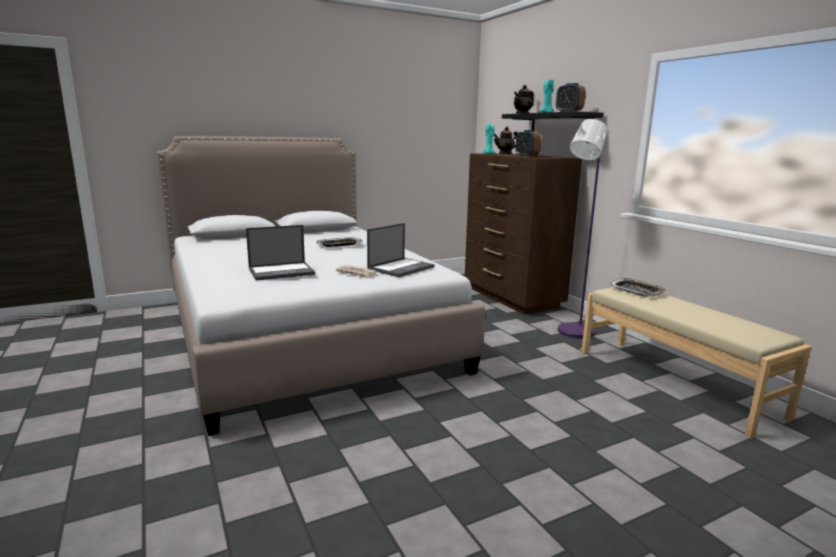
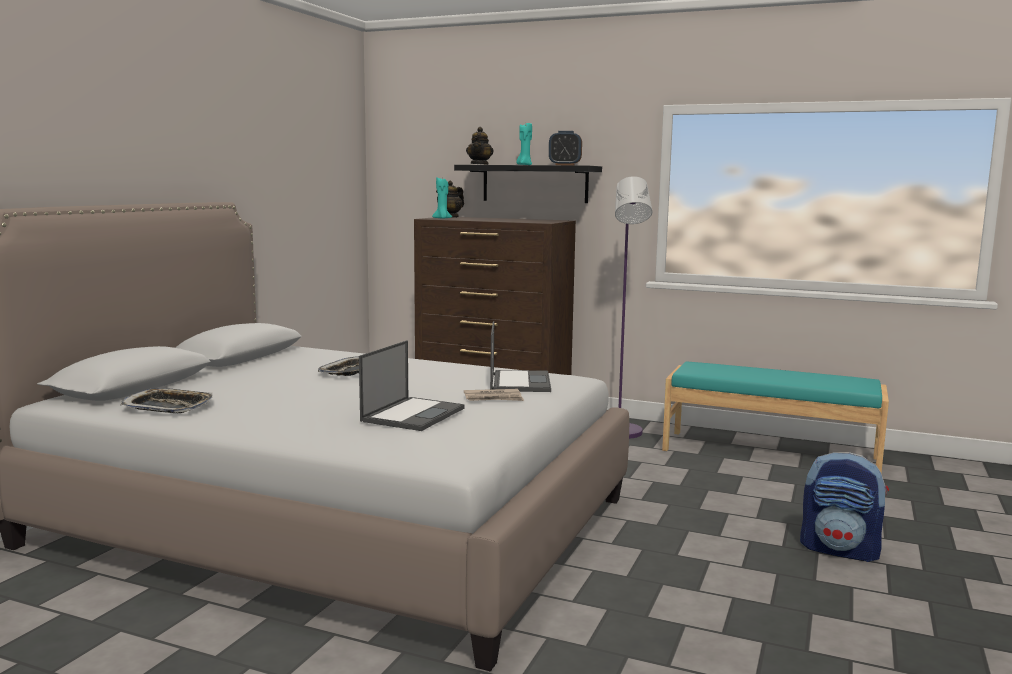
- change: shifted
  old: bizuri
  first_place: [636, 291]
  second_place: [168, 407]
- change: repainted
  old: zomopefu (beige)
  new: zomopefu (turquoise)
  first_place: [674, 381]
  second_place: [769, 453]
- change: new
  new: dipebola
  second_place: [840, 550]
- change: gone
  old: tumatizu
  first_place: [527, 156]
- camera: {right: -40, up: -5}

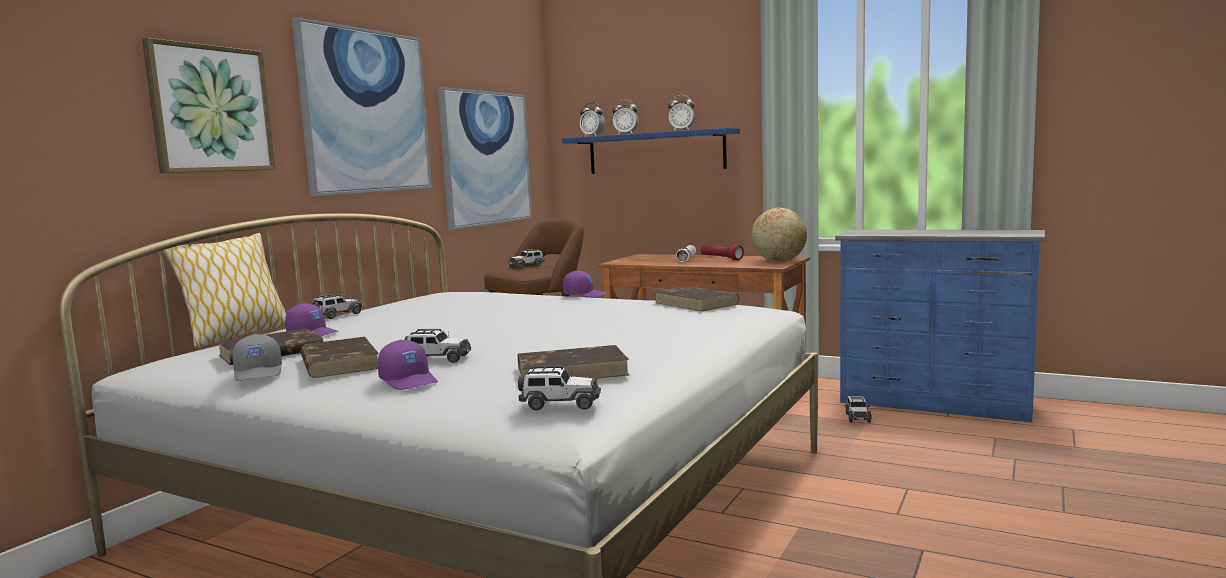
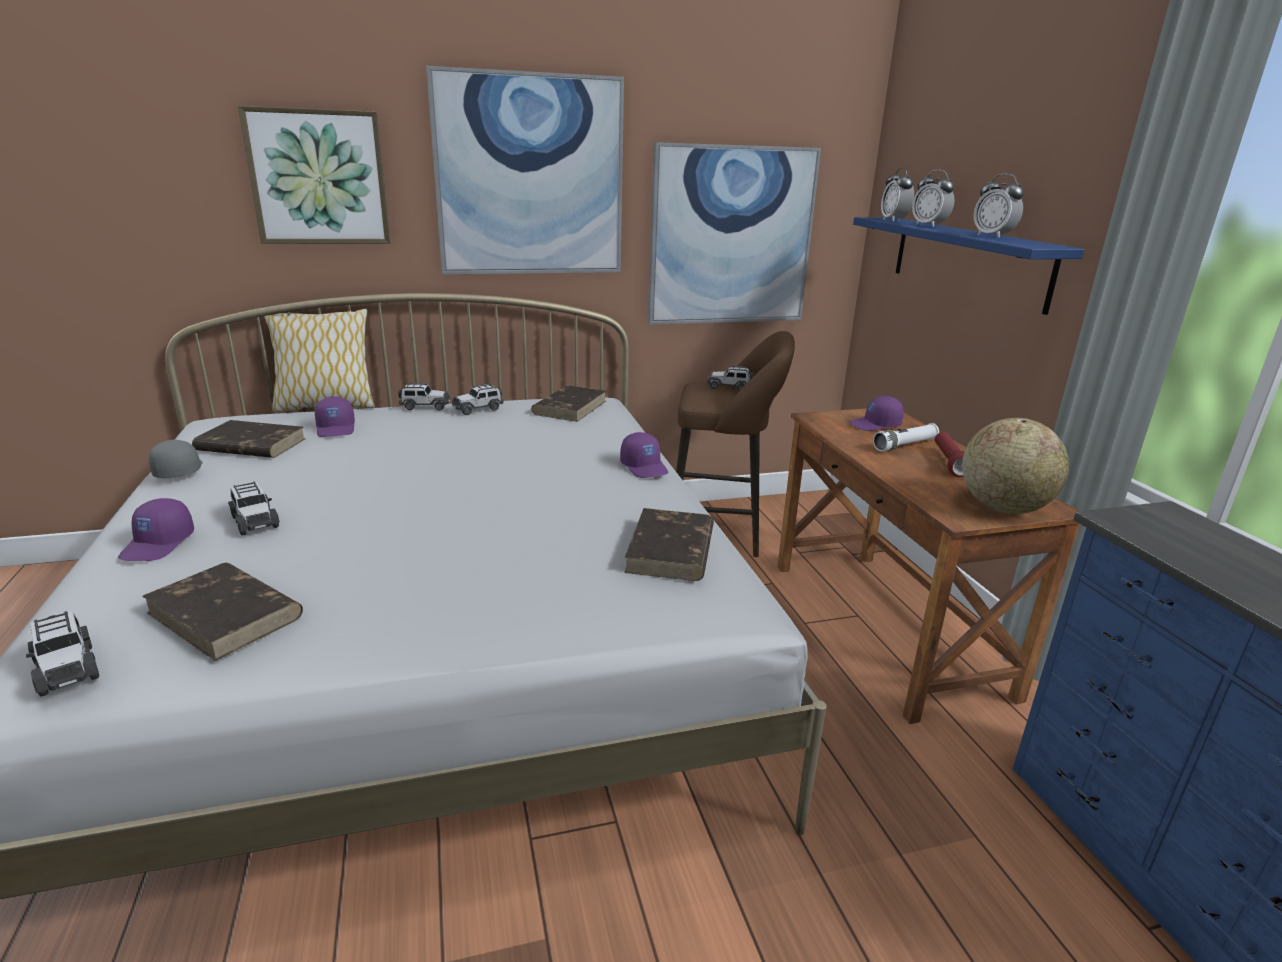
- change: rotated
  old: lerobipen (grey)
  first_place: [259, 372]
  second_place: [178, 470]
  degrees: 135
- change: shifted
  old: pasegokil
  first_place: [857, 417]
  second_place: [478, 409]
- change: shifted
  old: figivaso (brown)
  first_place: [339, 363]
  second_place: [570, 407]
- change: new
  new: lerobipen (purple)
  second_place: [875, 425]
- camera: {right: 45, up: 15}

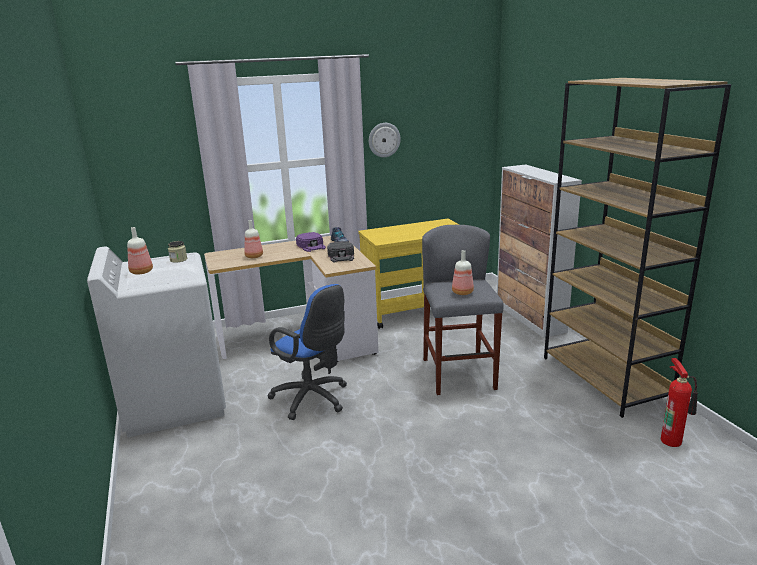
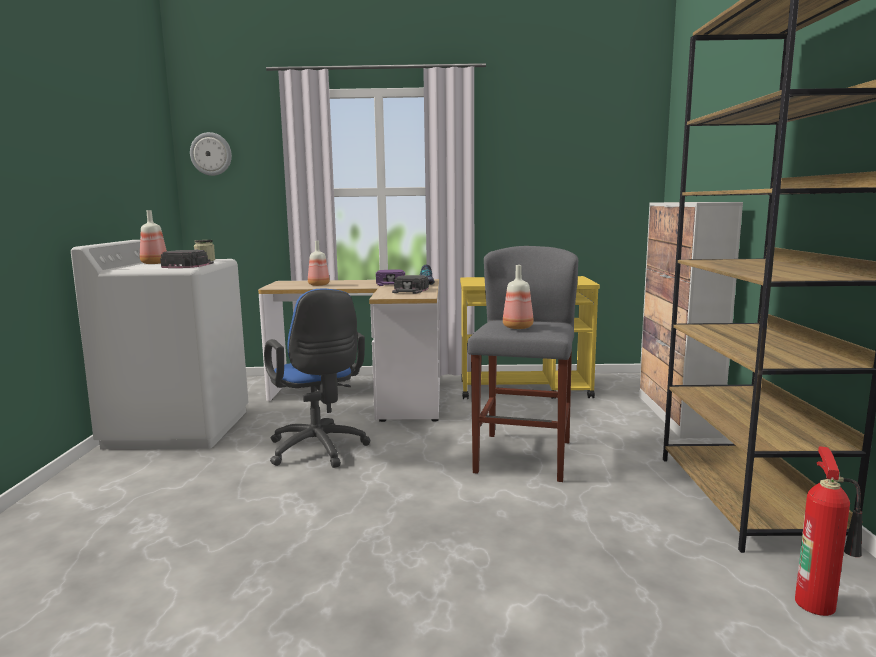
- change: new
  new: lerobipen (black)
  second_place: [188, 265]
- change: shifted
  old: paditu
  first_place: [384, 140]
  second_place: [211, 154]
- camera: {right: 20, up: -10}

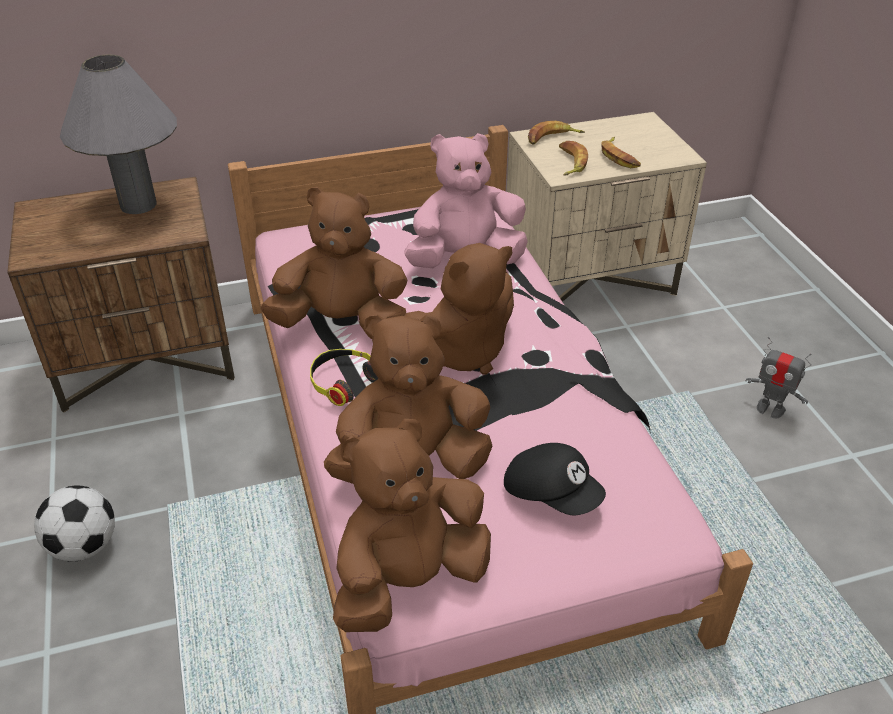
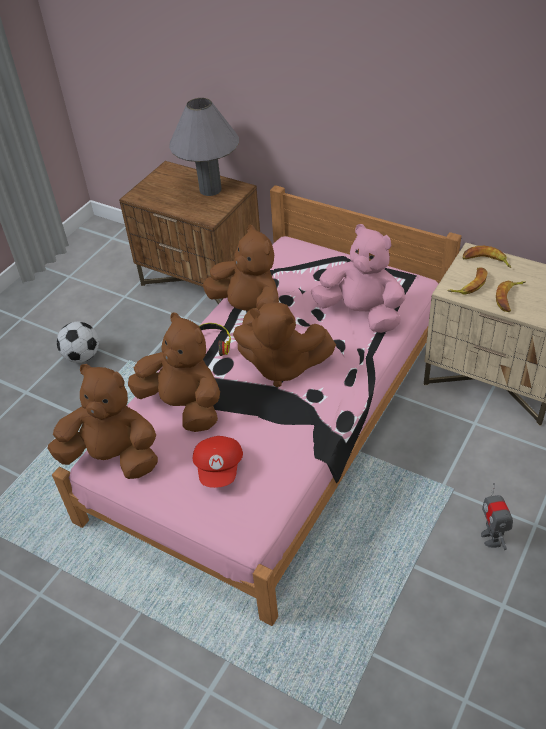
- change: repainted
  old: lerobipen (black)
  new: lerobipen (red)
  first_place: [552, 493]
  second_place: [220, 468]
- camera: {right: 50, up: 5}

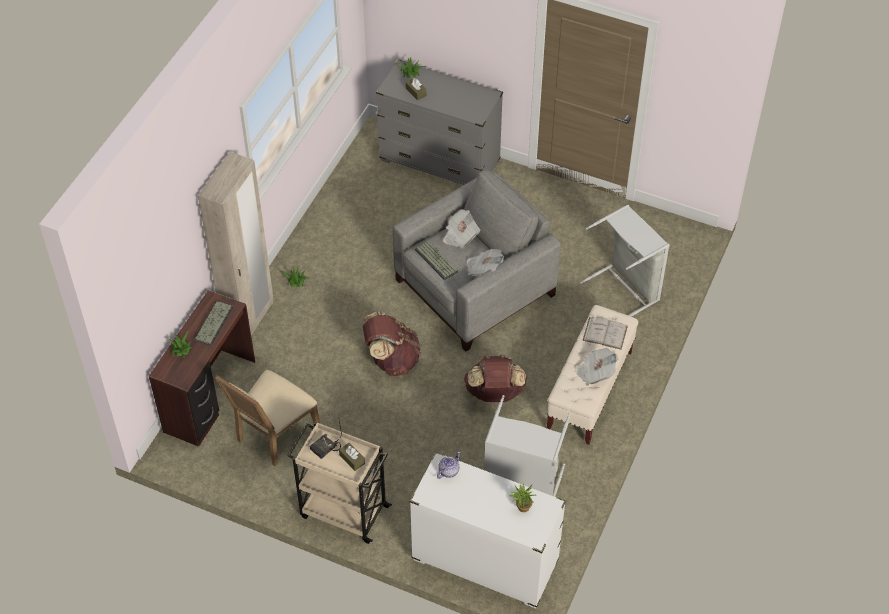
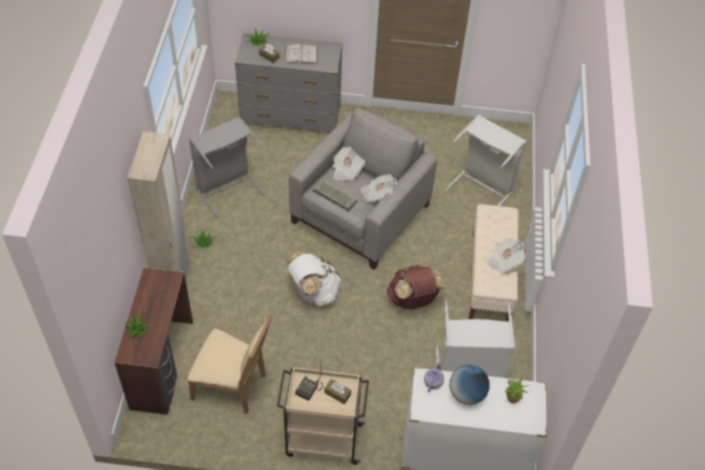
- change: rotated
  old: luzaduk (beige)
  first_place: [273, 435]
  second_place: [233, 386]
  degrees: -90
- change: new
  new: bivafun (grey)
  second_place: [227, 188]
- change: shifted
  old: figivaso (white)
  first_place: [605, 333]
  second_place: [301, 55]
- change: repainted
  old: dipebola (brown)
  new: dipebola (white)
  first_place: [391, 360]
  second_place: [313, 292]
- change: new
  new: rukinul
  second_place: [466, 394]
- change: gone
  old: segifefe
  first_place: [213, 323]
- camera: {right: -20, up: 0}

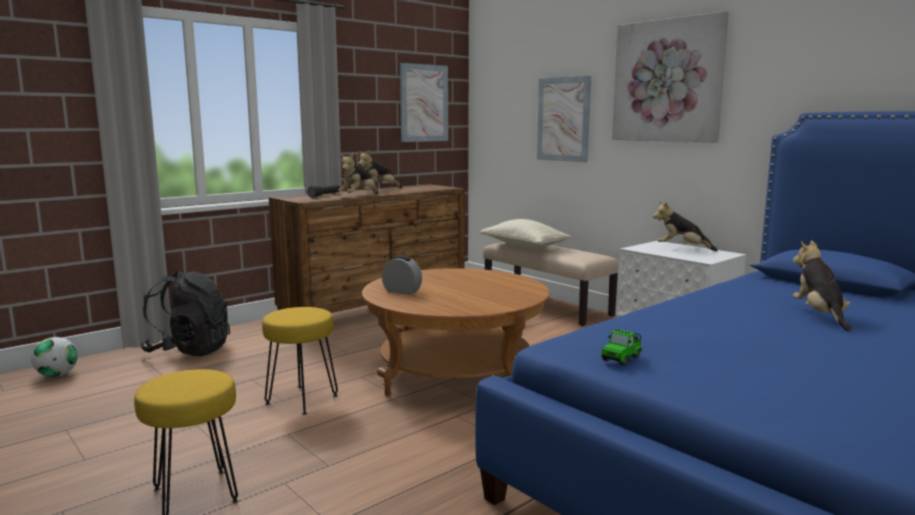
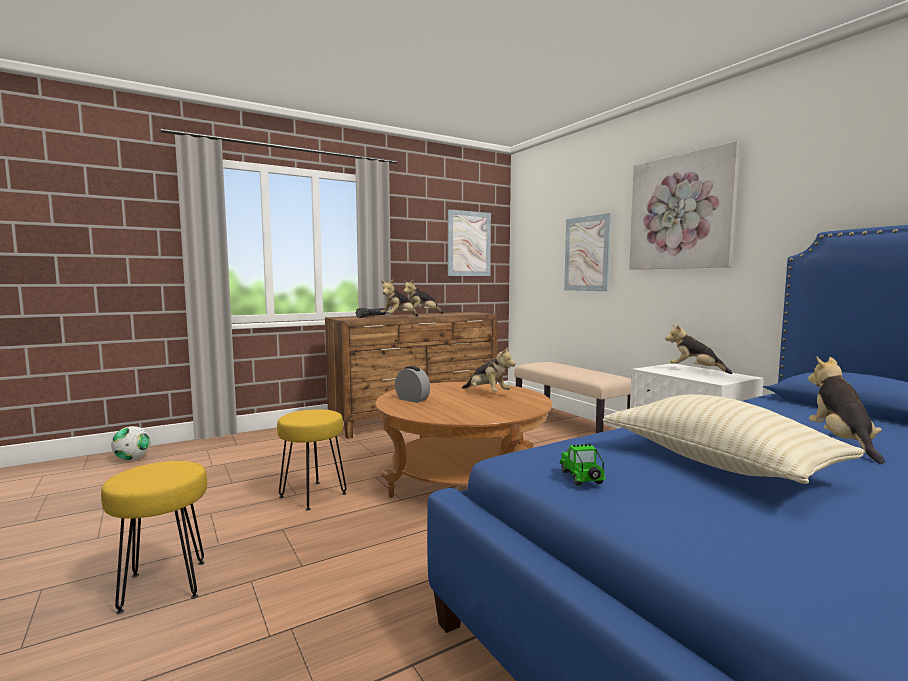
- change: new
  new: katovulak
  second_place: [487, 393]
- change: rotated
  old: pasegokil
  first_place: [622, 358]
  second_place: [582, 478]
  degrees: 120
- change: shifted
  old: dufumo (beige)
  first_place: [524, 247]
  second_place: [717, 463]
- change: gone
  old: dipebola (black)
  first_place: [189, 351]
- camera: {right: 10, up: -5}

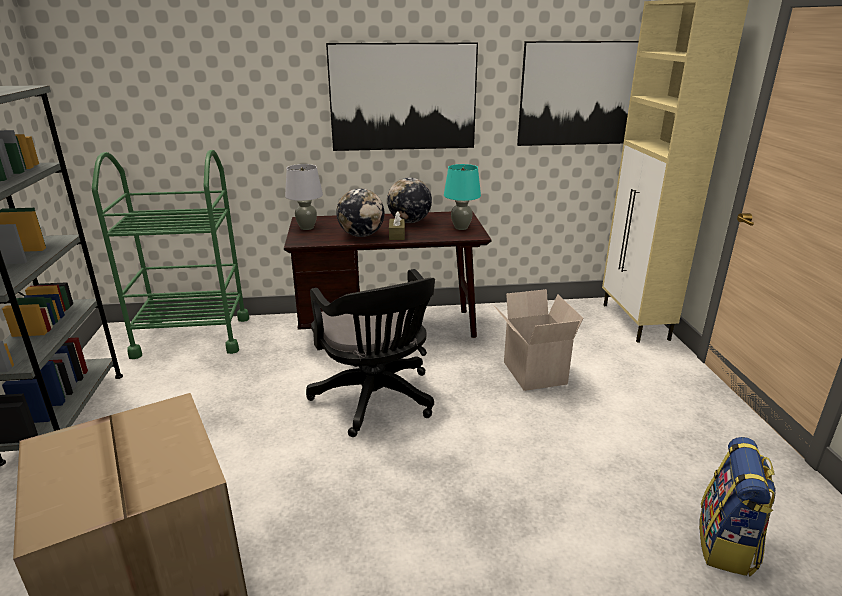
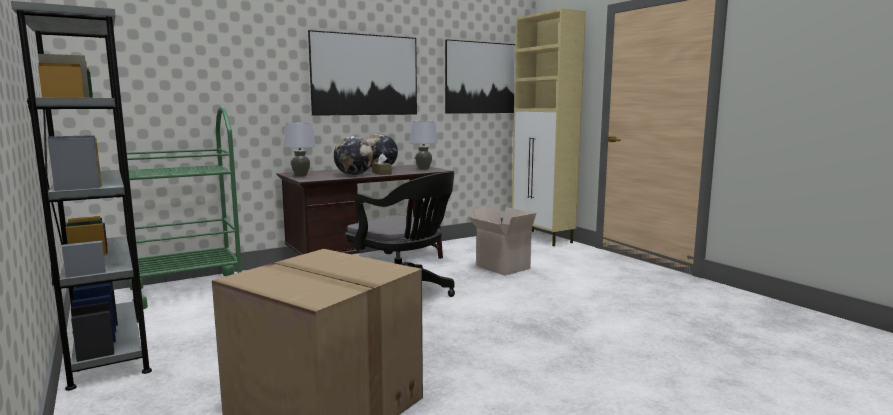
- change: repainted
  old: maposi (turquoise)
  new: maposi (grey)
  first_place: [461, 228]
  second_place: [423, 169]
- change: gone
  old: dipebola
  first_place: [727, 544]
- camera: {right: -25, up: -15}

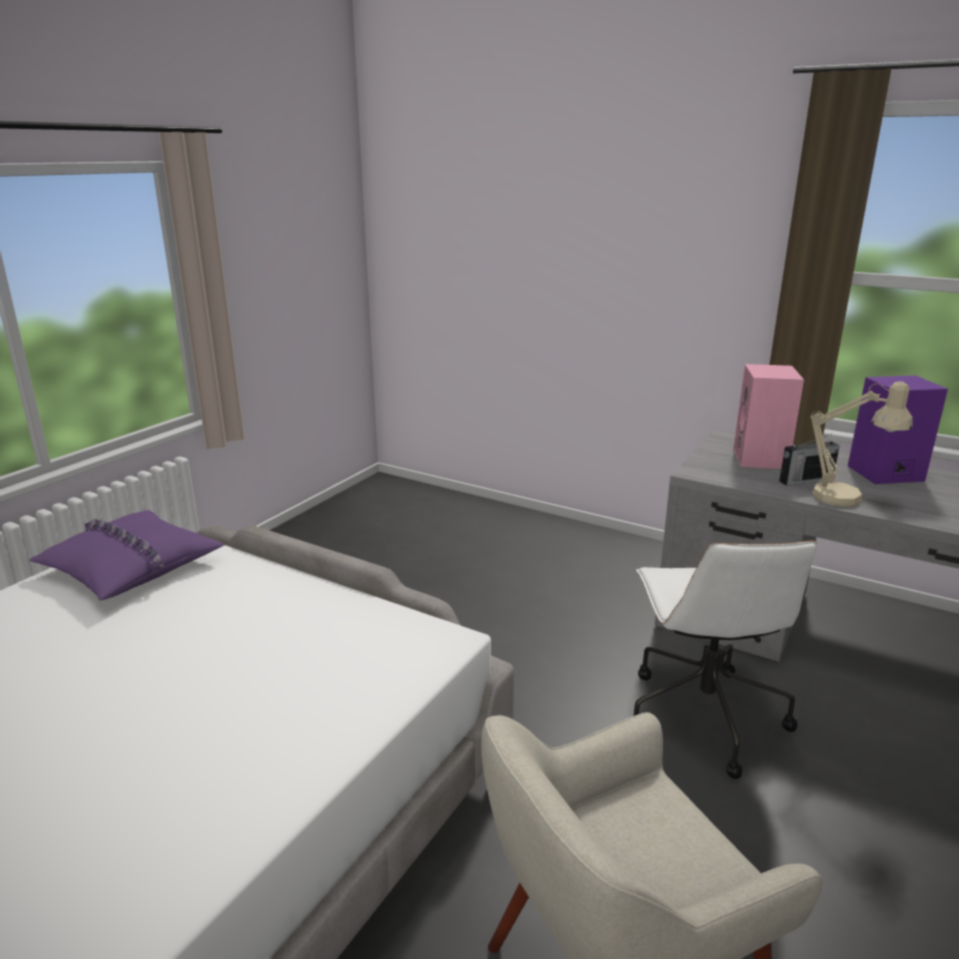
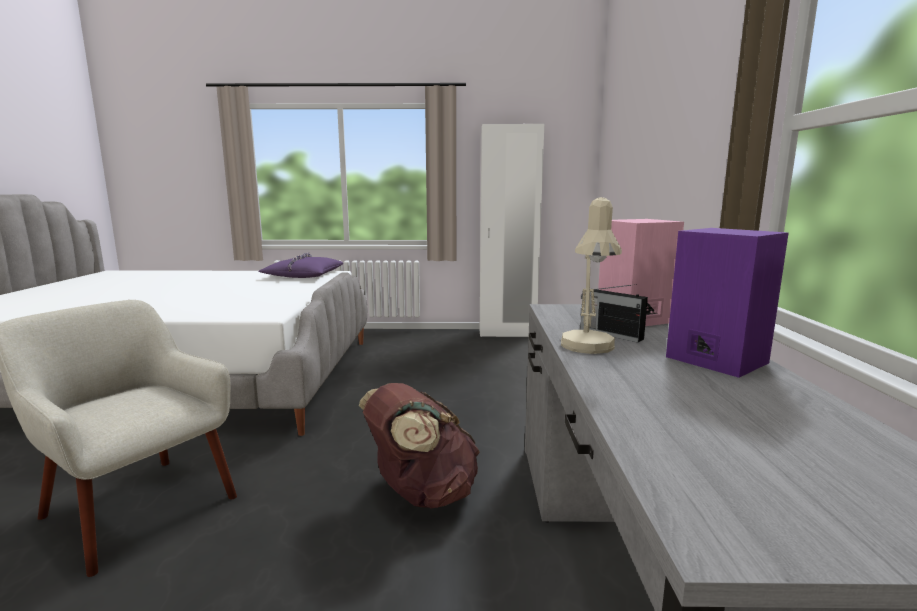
- change: swapped
  old: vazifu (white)
  new: dipebola (brown)
  first_place: [702, 714]
  second_place: [421, 494]
- change: new
  new: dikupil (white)
  second_place: [507, 333]
- camera: {right: 60, up: -10}

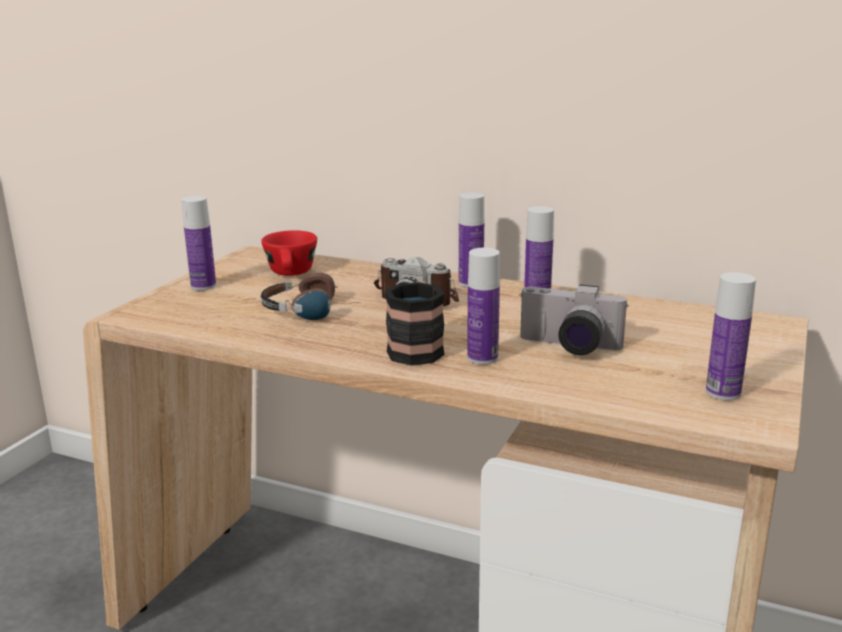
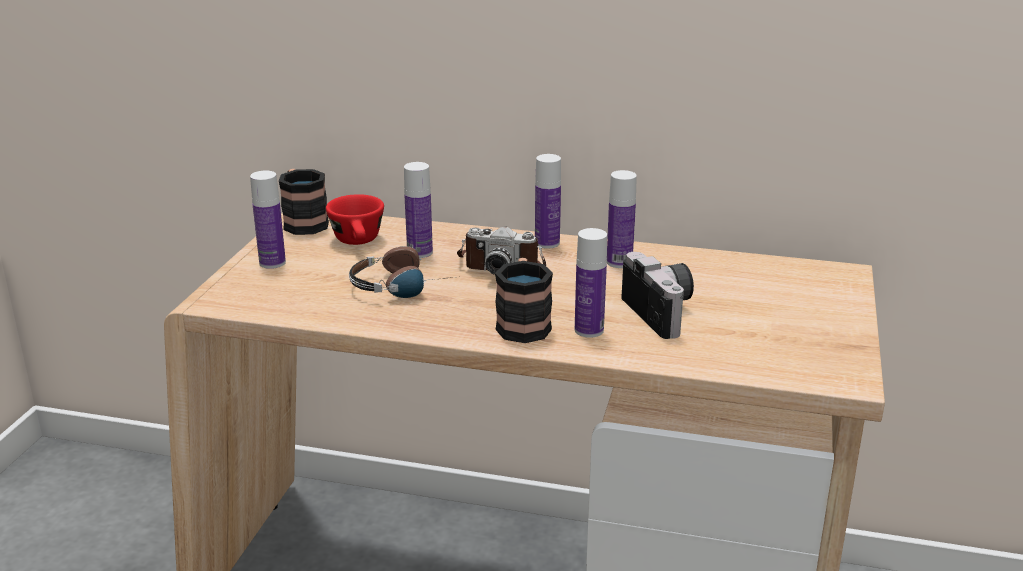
- change: new
  new: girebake
  second_place: [303, 222]
- change: shifted
  old: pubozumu
  first_place: [723, 392]
  second_place: [420, 252]
- change: rotated
  old: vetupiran
  first_place: [568, 347]
  second_place: [664, 312]
  degrees: -120
- camera: {right: -10, up: 5}

